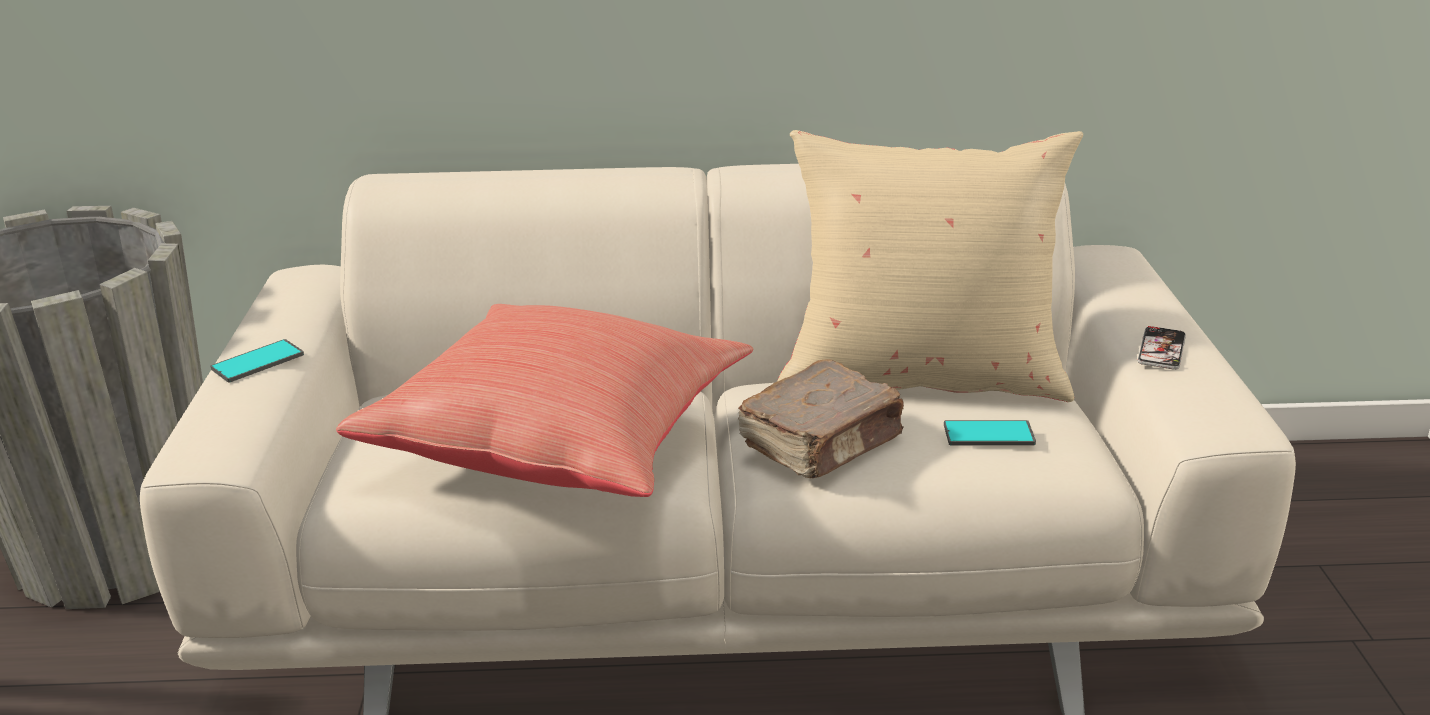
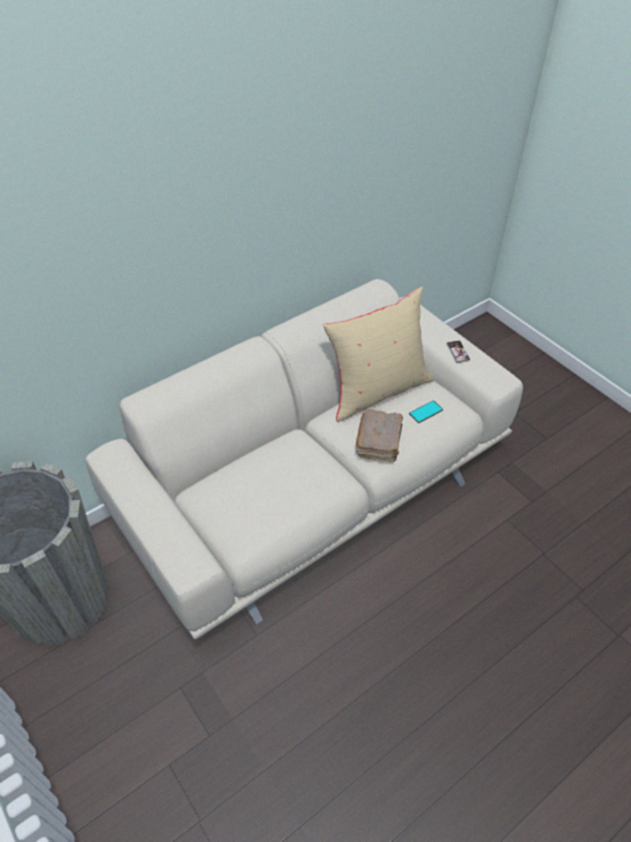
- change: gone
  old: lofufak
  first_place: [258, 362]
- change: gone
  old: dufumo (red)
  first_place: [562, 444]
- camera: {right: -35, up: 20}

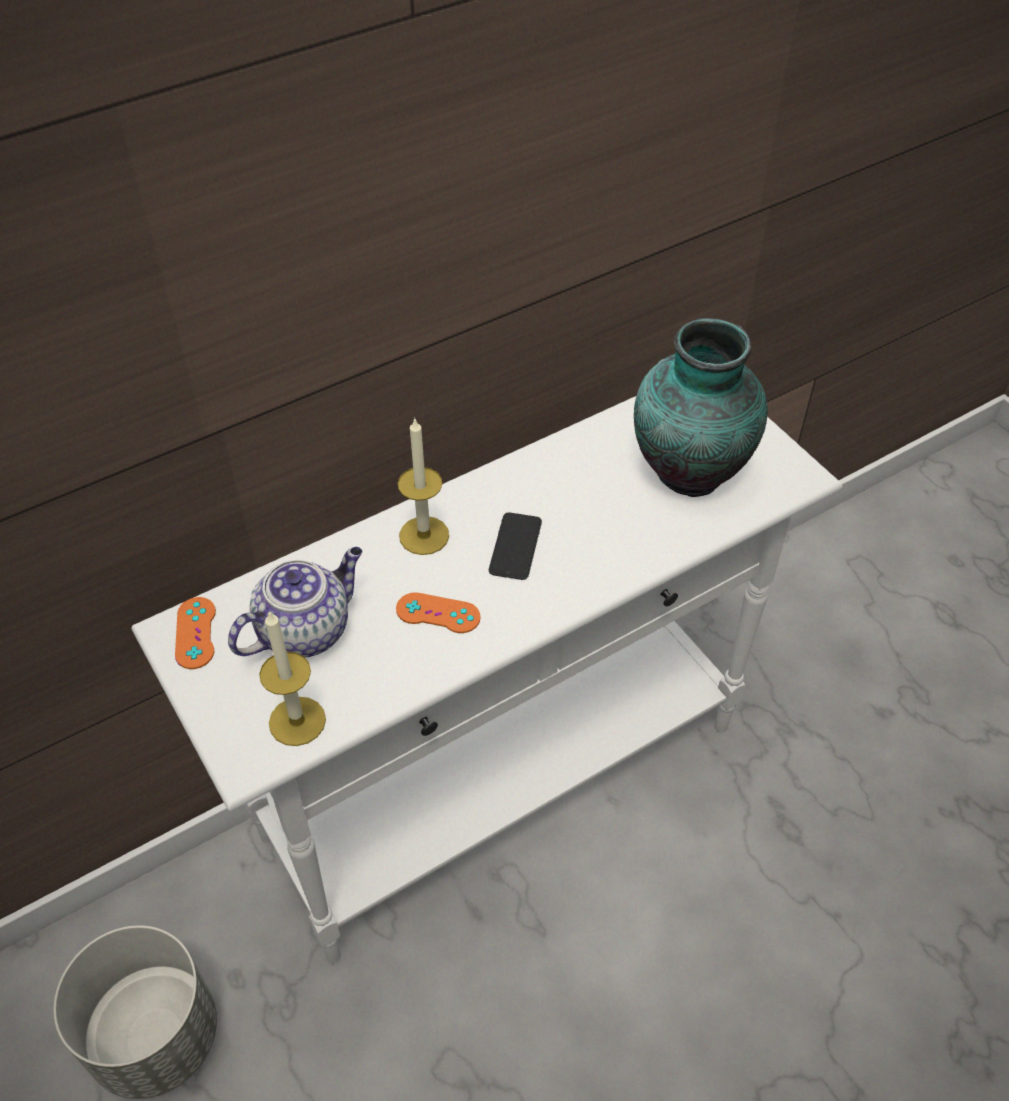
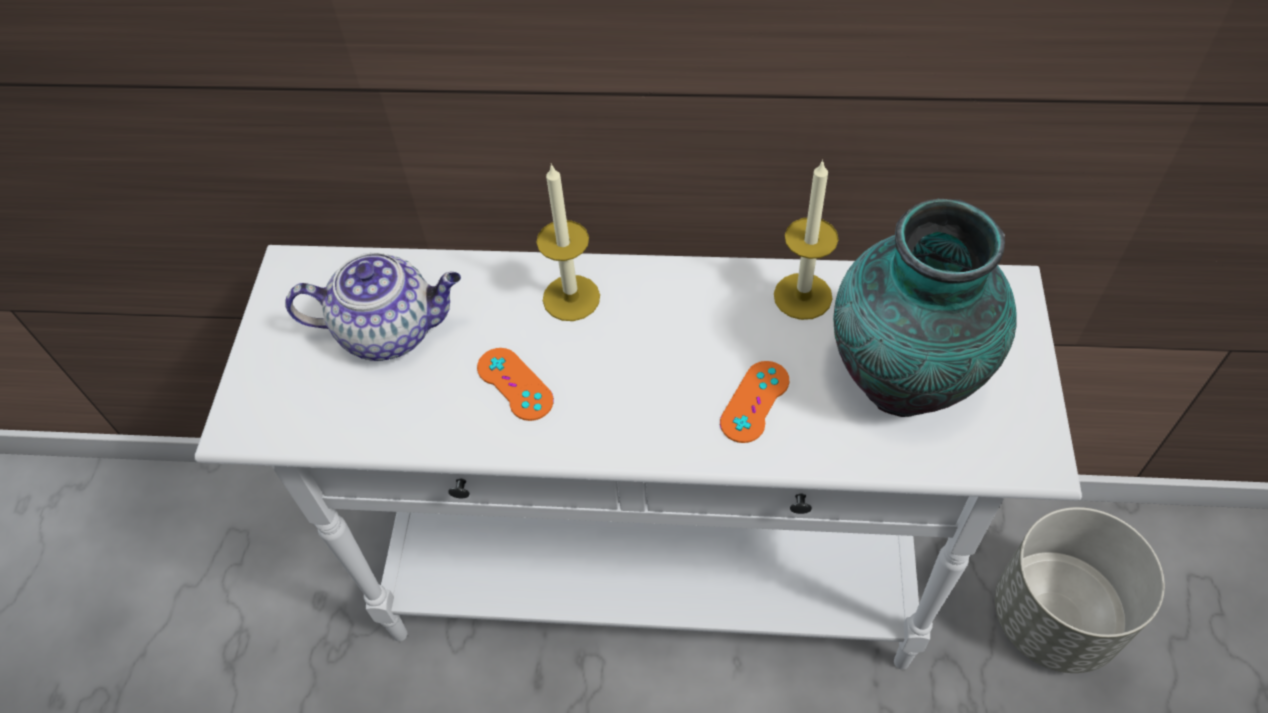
- change: shifted
  old: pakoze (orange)
  first_place: [195, 633]
  second_place: [755, 402]
- change: shifted
  old: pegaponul
  first_place: [297, 721]
  second_place: [802, 296]
- change: shifted
  old: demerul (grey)
  first_place: [156, 1035]
  second_place: [1055, 617]
- change: gone
  old: lofufak
  first_place: [515, 547]
- camera: {right: 40, up: 5}

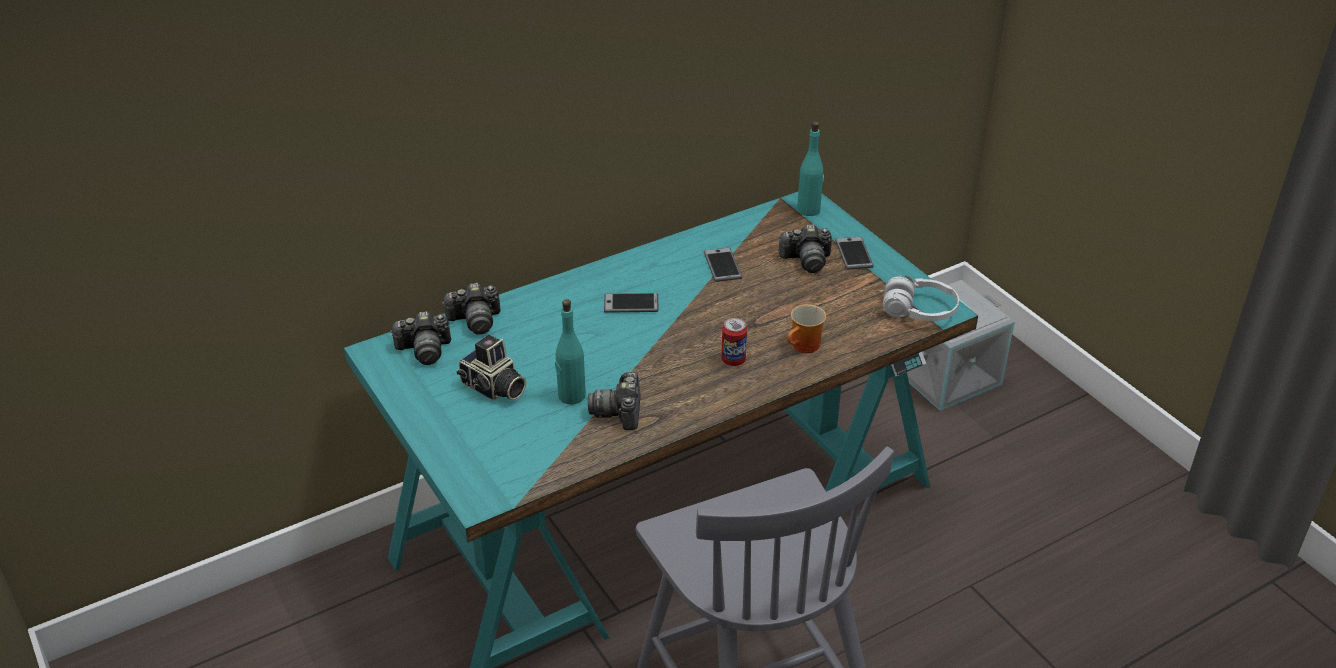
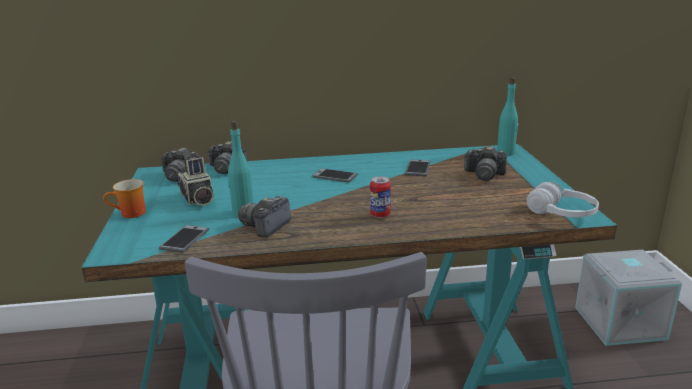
- change: shifted
  old: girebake
  first_place: [805, 347]
  second_place: [130, 214]
- change: shifted
  old: lofufak
  first_place: [854, 254]
  second_place: [185, 239]
- camera: {right: 25, up: -15}

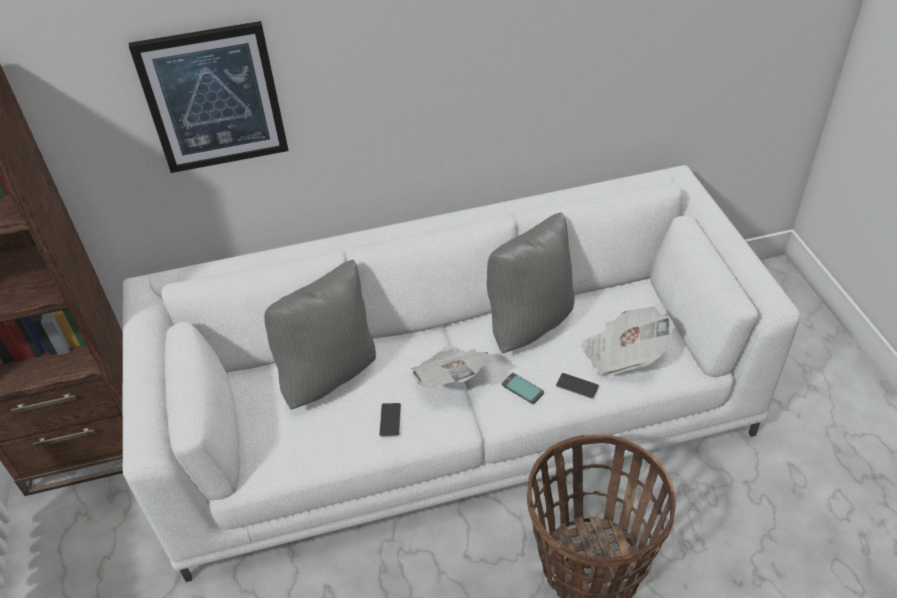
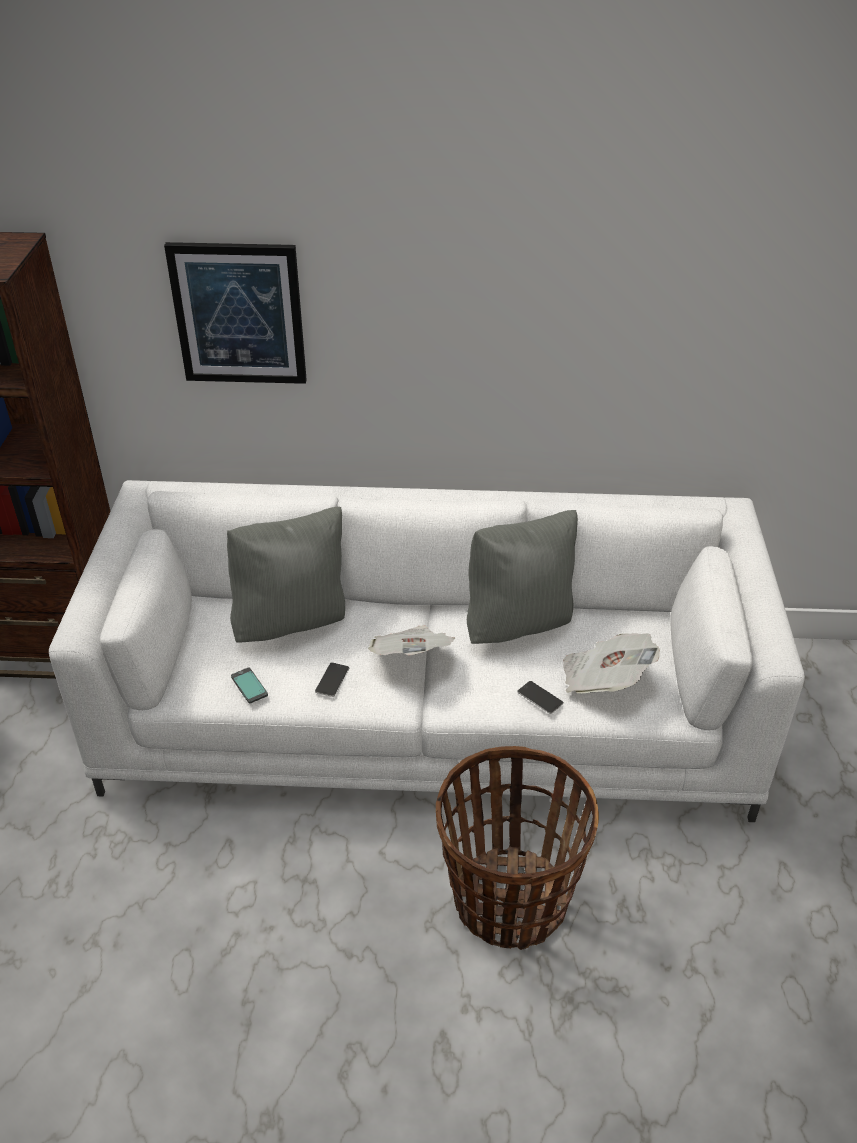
- change: shifted
  old: lofufak
  first_place: [522, 389]
  second_place: [249, 686]
- camera: {right: 15, up: -5}

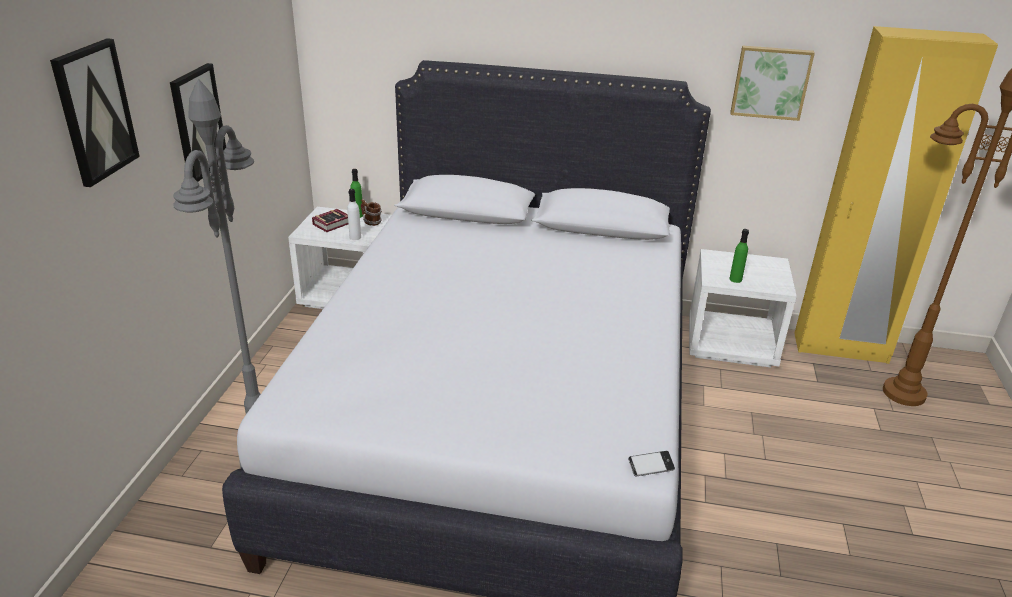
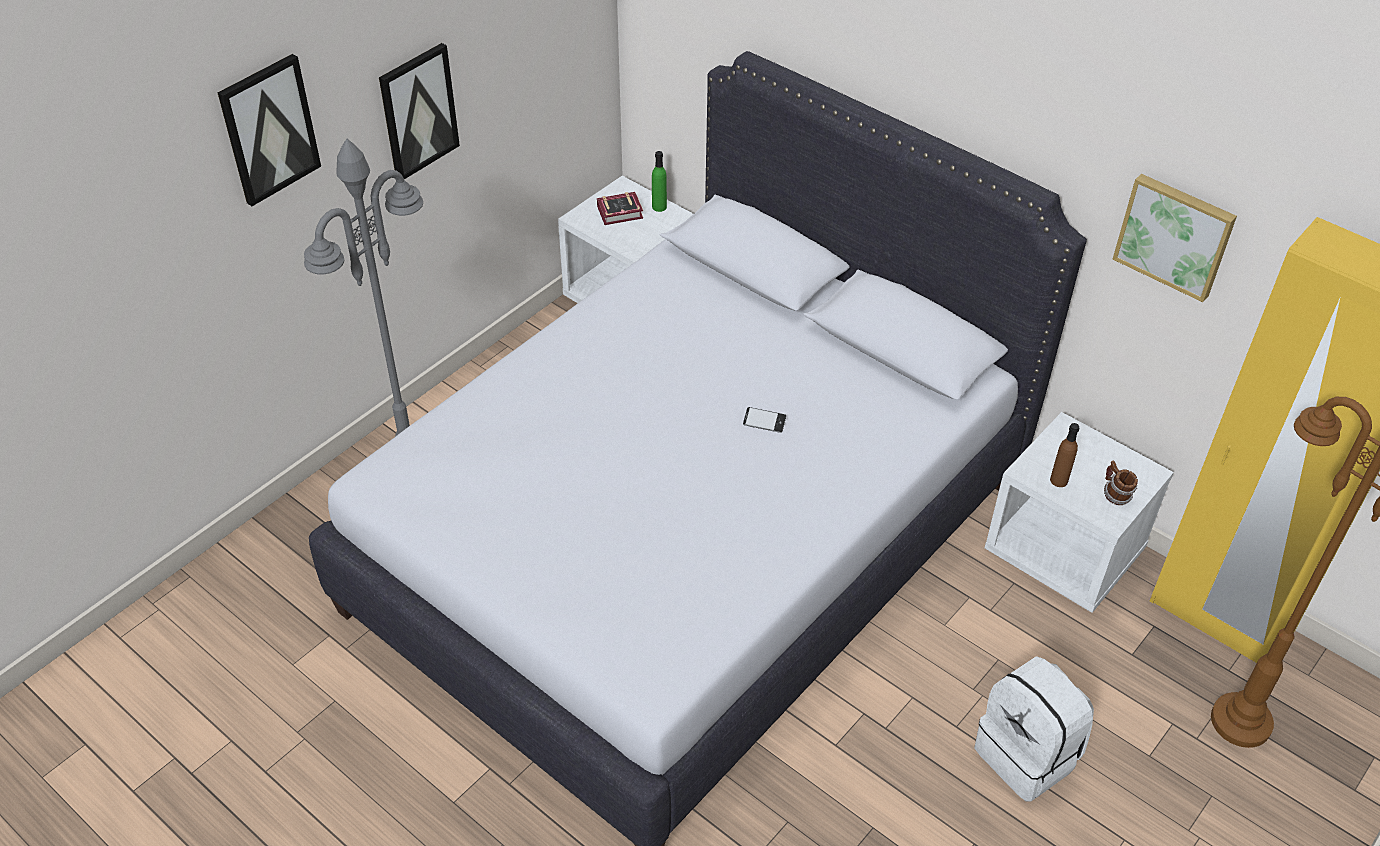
- change: shifted
  old: lofufak
  first_place: [650, 466]
  second_place: [764, 422]
- change: new
  new: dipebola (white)
  second_place: [1028, 755]
- change: repainted
  old: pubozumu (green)
  new: pubozumu (brown)
  first_place: [735, 279]
  second_place: [1059, 480]
- change: shifted
  old: girebake
  first_place: [371, 222]
  second_place: [1115, 495]
- change: gone
  old: pubozumu (white)
  first_place: [355, 237]
- camera: {right: 30, up: 15}

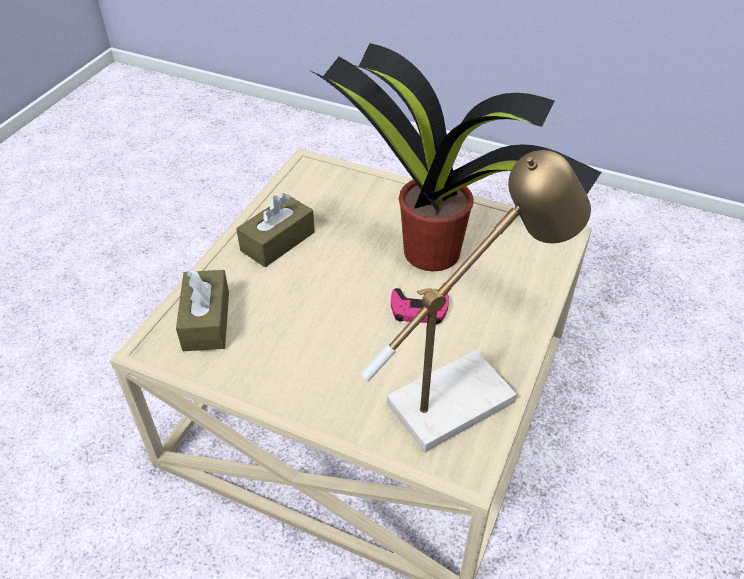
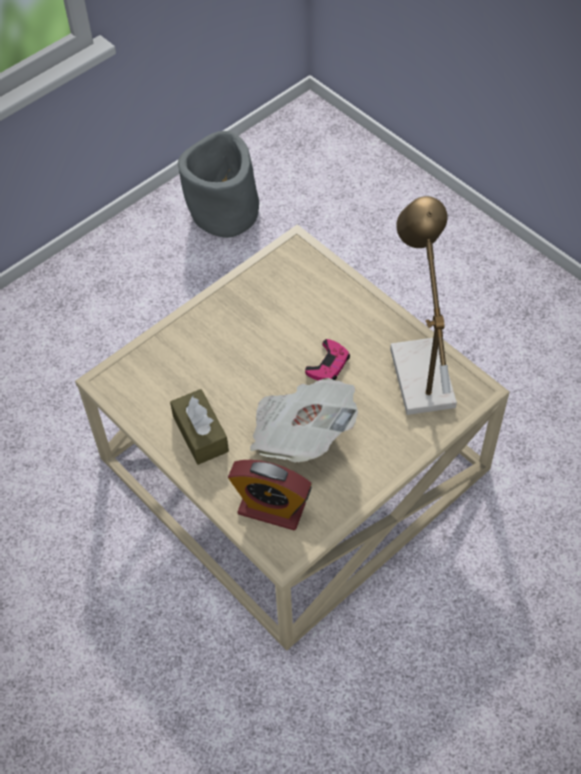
- change: new
  new: demerul (grey)
  second_place: [224, 213]
- change: swapped
  old: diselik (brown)
  new: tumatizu
  first_place: [206, 321]
  second_place: [271, 508]
- change: new
  new: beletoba
  second_place: [301, 433]
- change: gone
  old: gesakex
  first_place: [435, 253]
- camera: {right: -65, up: 10}

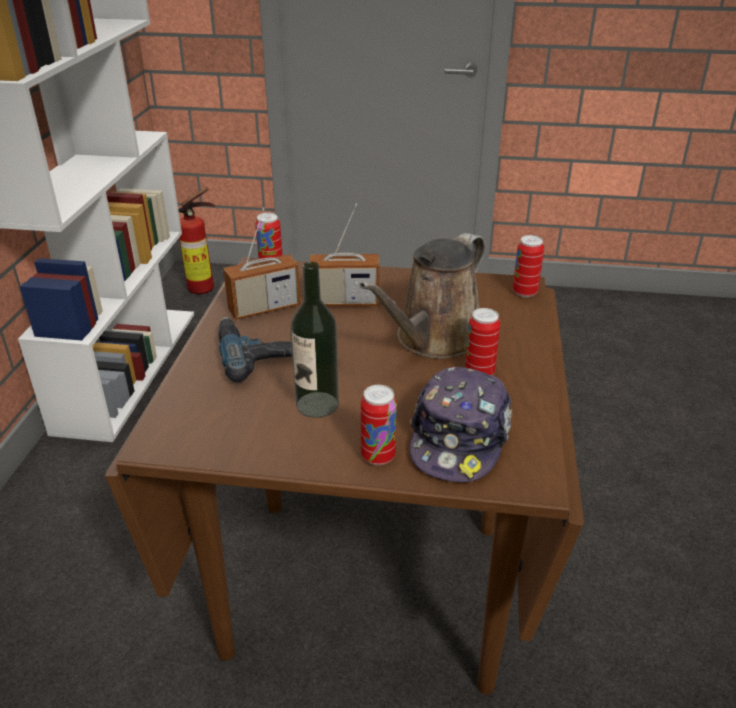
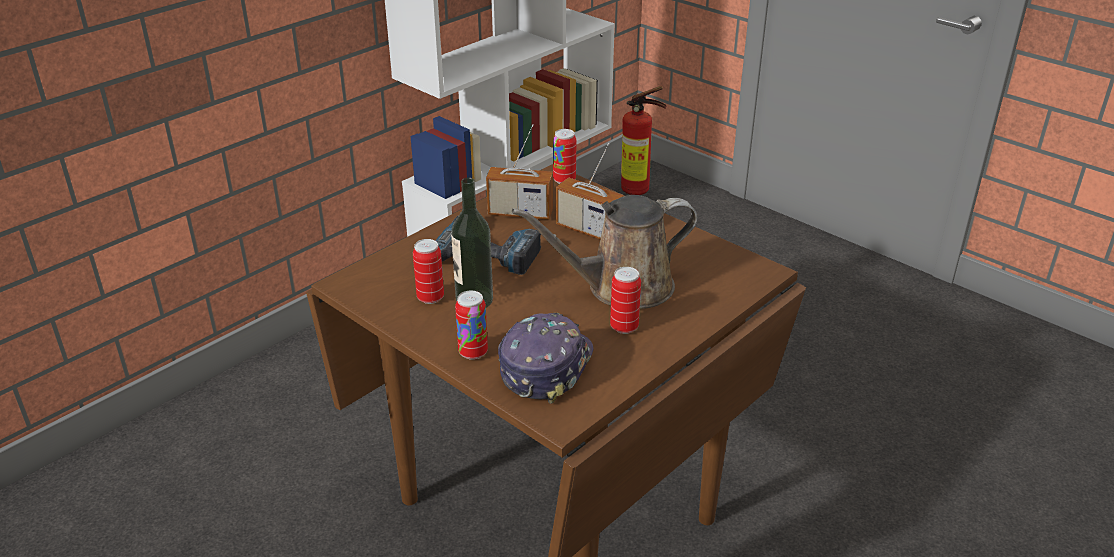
- change: shifted
  old: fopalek
  first_place: [524, 292]
  second_place: [430, 298]
- change: rotated
  old: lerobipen
  first_place: [459, 438]
  second_place: [545, 366]
  degrees: 150
- camera: {right: 35, up: 0}

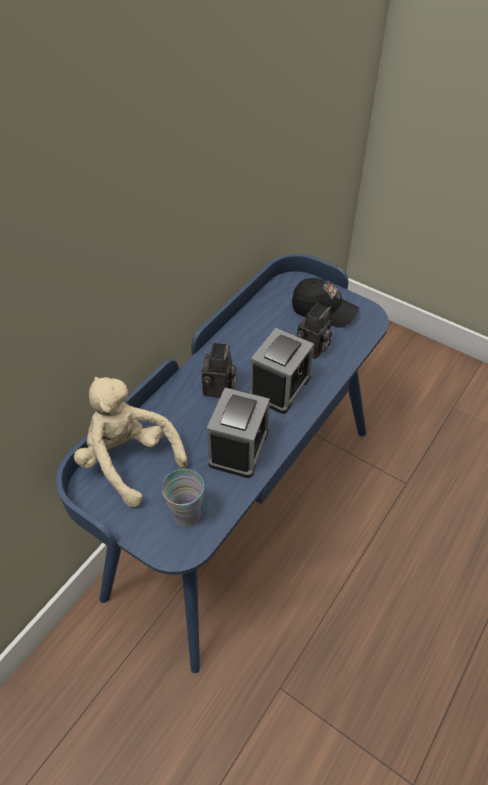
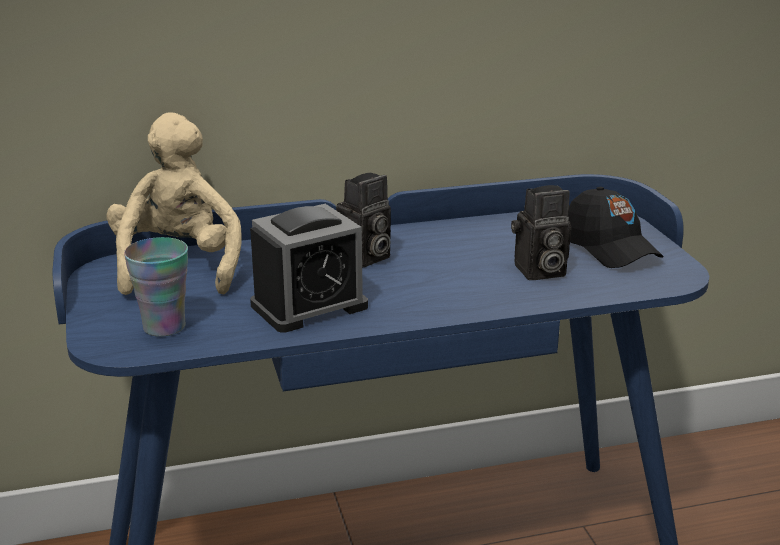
- change: gone
  old: tumatizu
  first_place: [280, 386]
- camera: {right: 40, up: -25}

